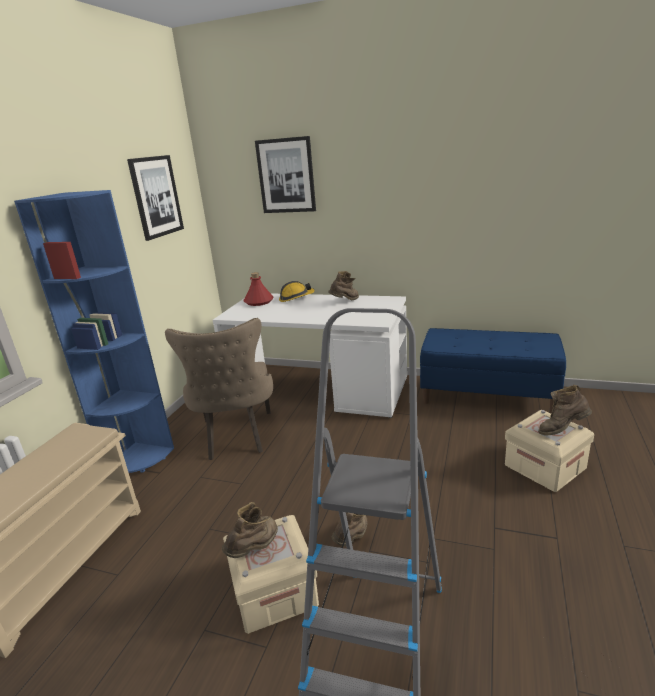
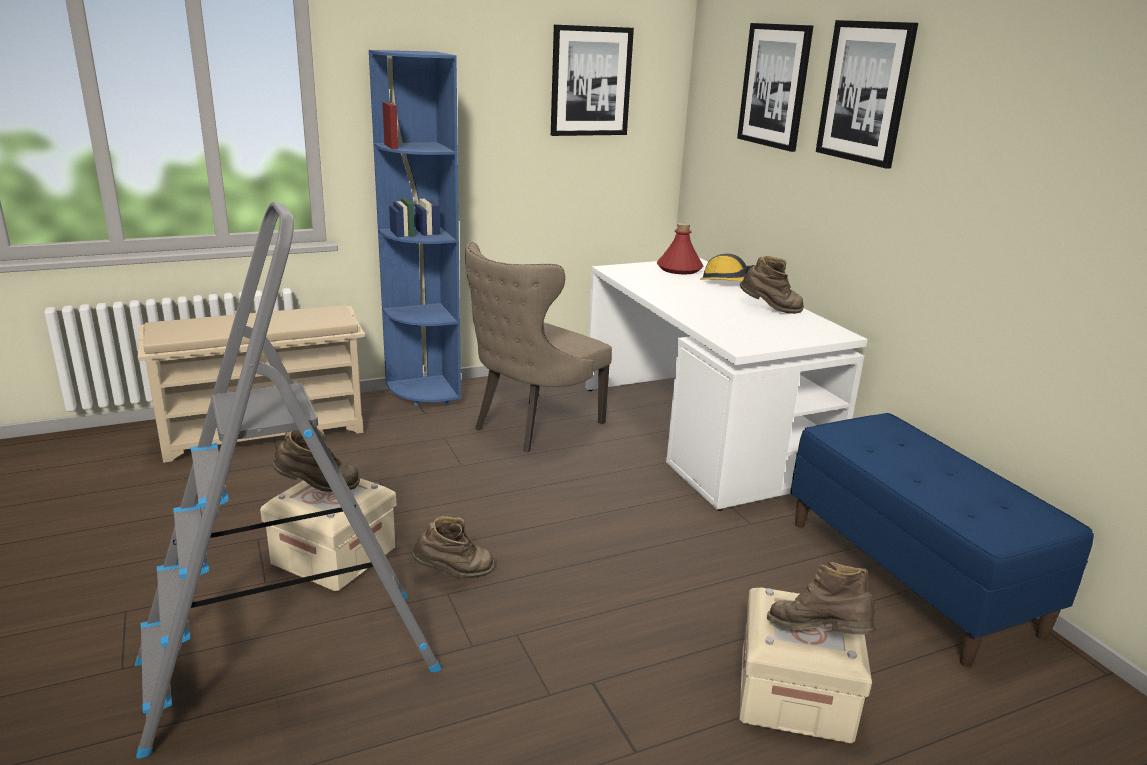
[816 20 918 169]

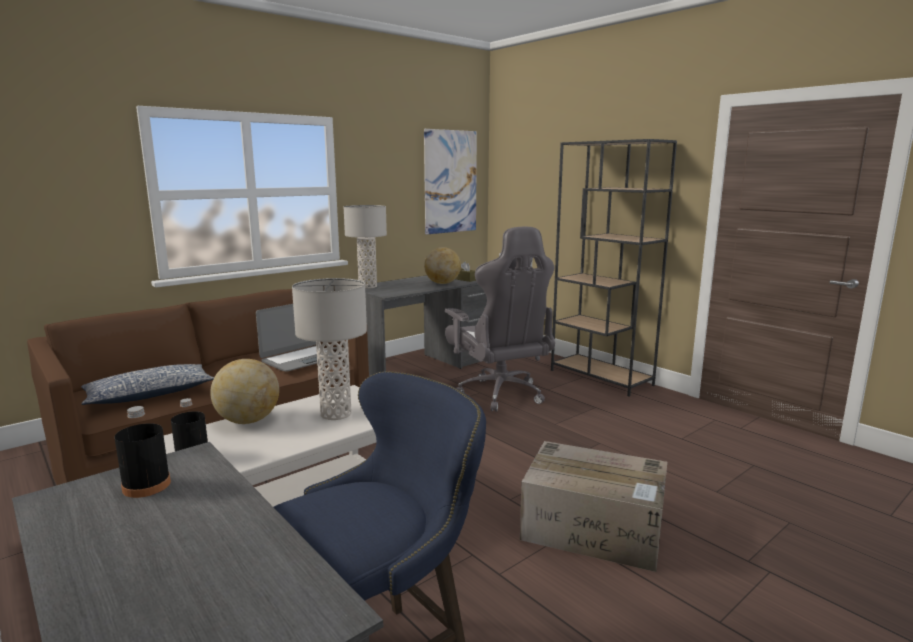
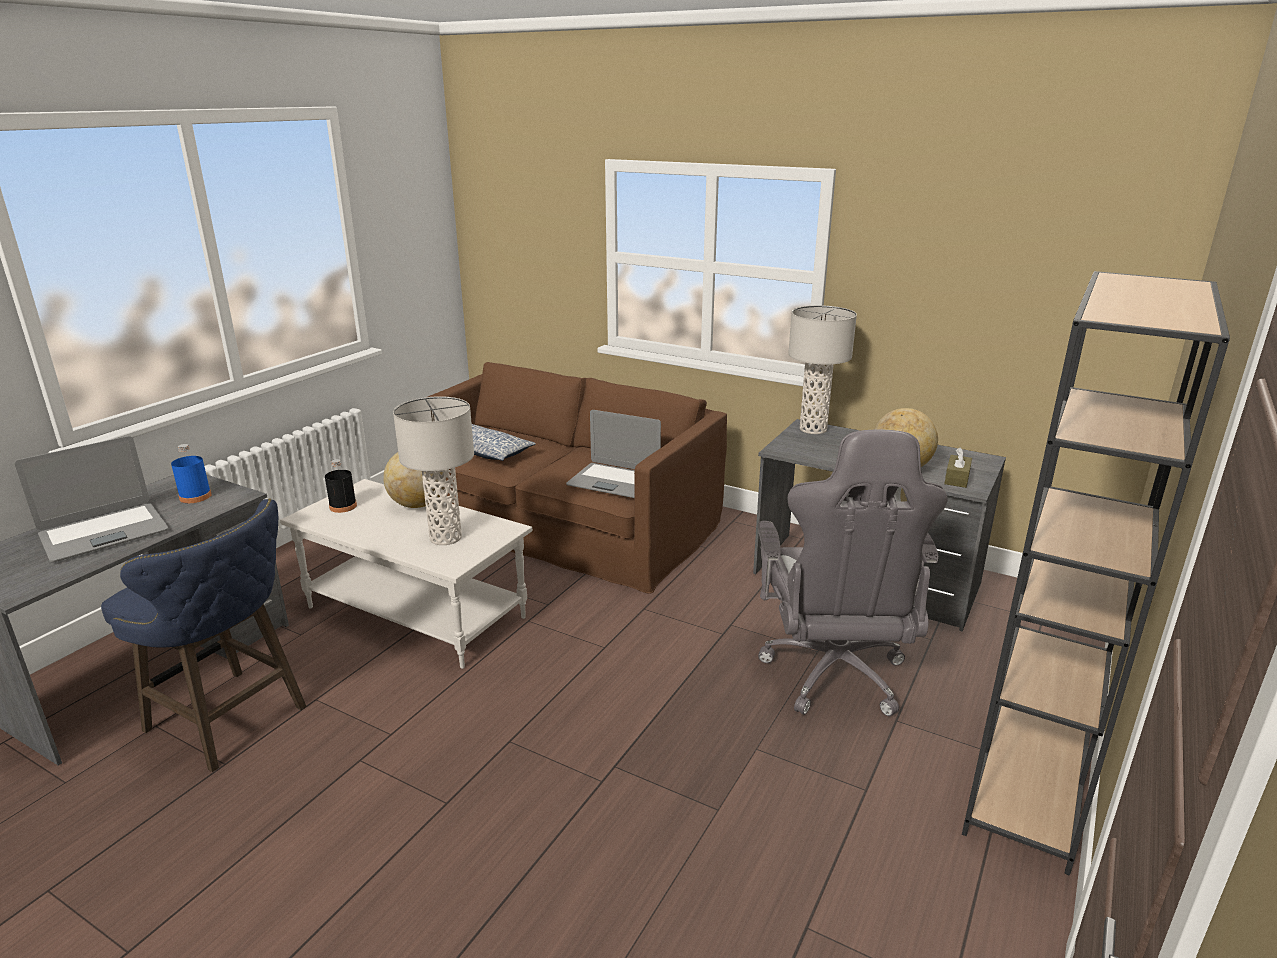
[15 436 169 562]
[171 444 211 503]
[758 430 948 716]
[424 129 477 235] (first image)
[520 441 667 572] (first image)

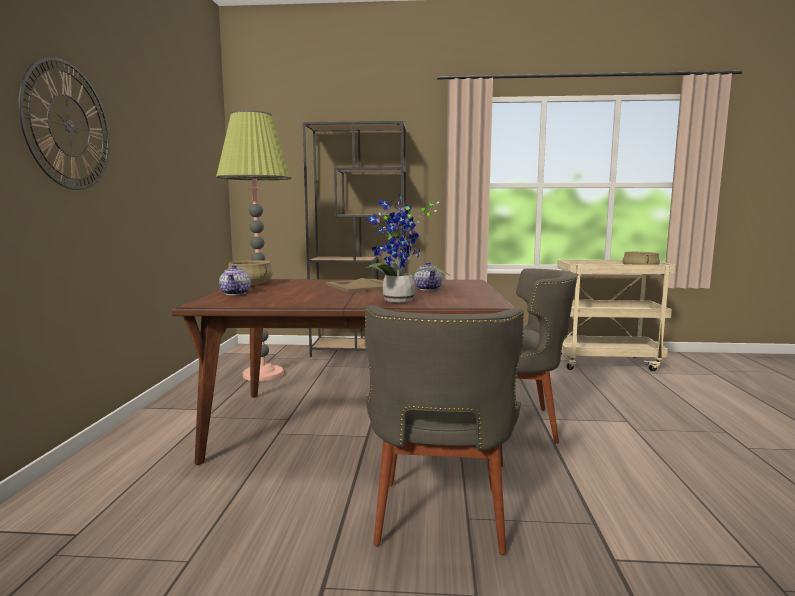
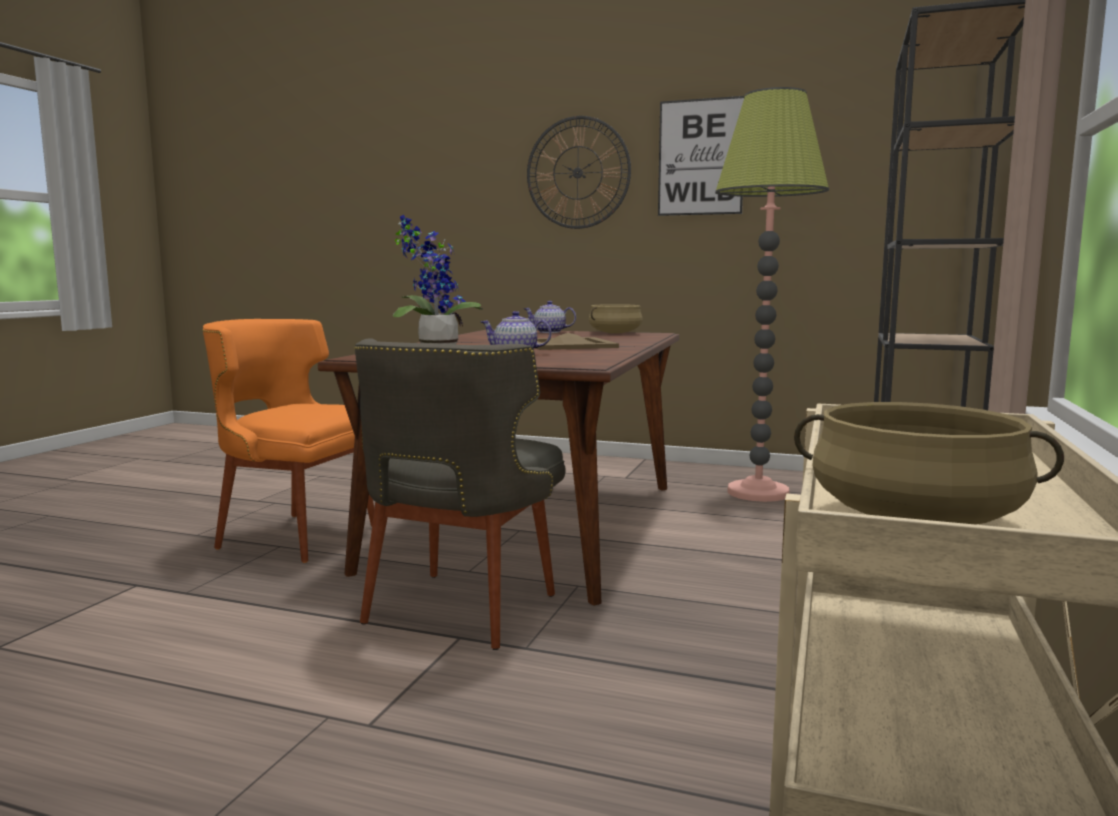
[202 319 374 563]
[658 96 744 216]

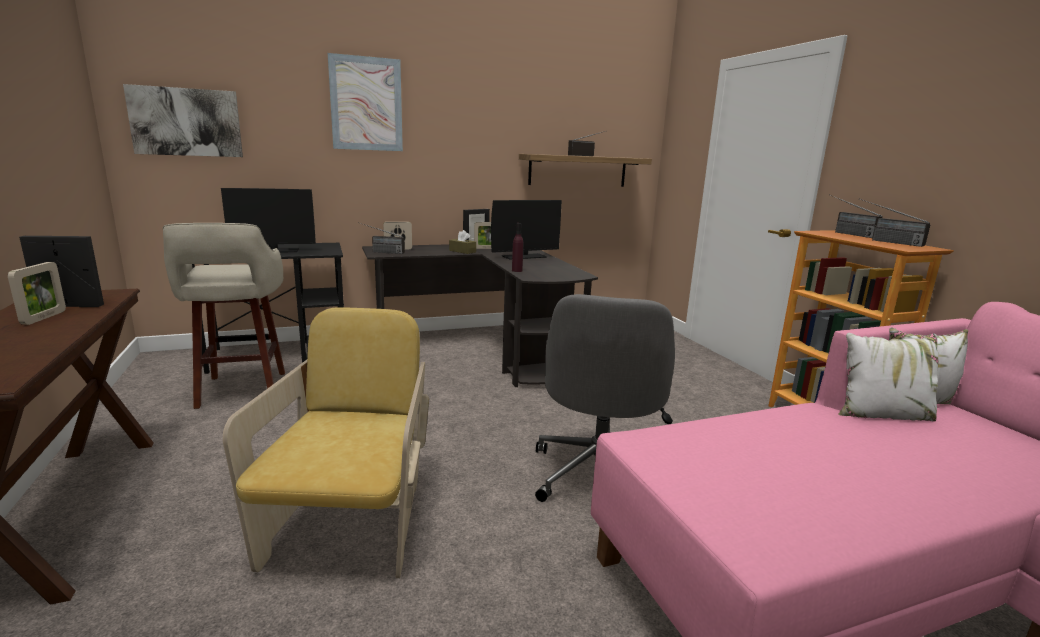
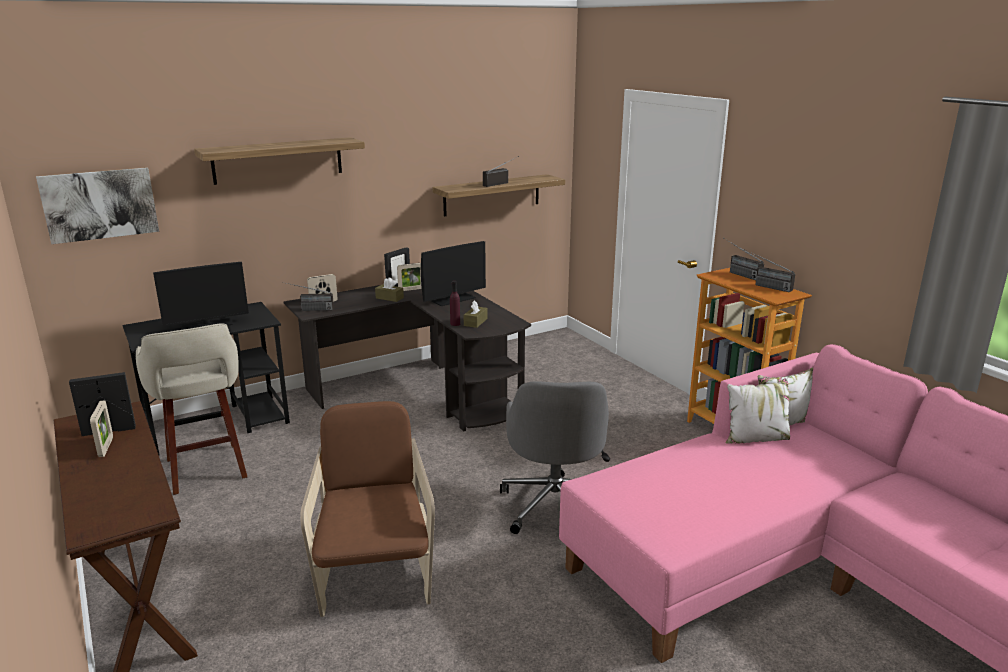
[194 137 365 185]
[300 401 435 617]
[464 300 488 328]

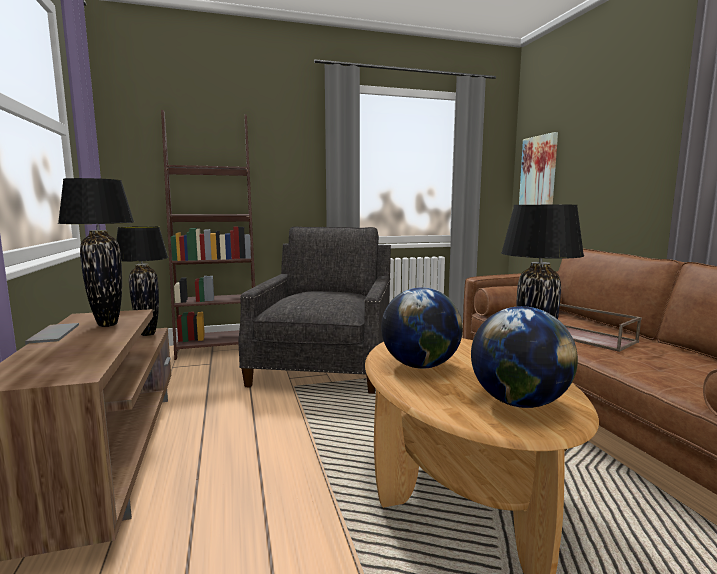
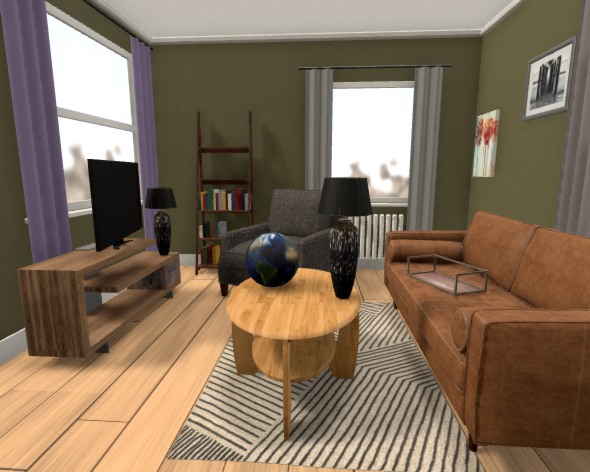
[87 159 143 252]
[521 35 578 122]
[471 306 578 408] (first image)

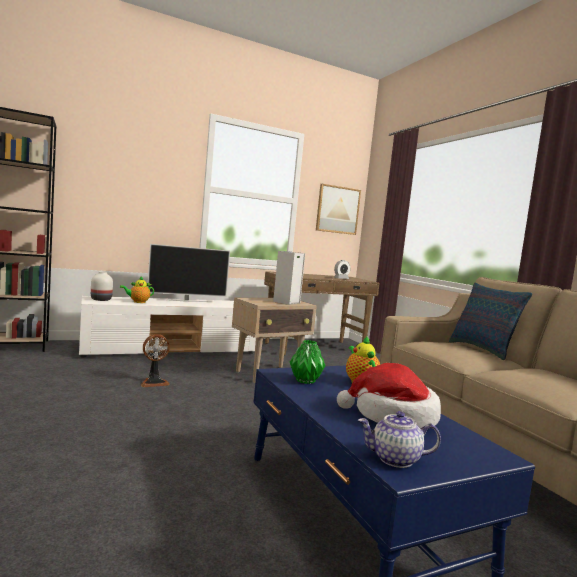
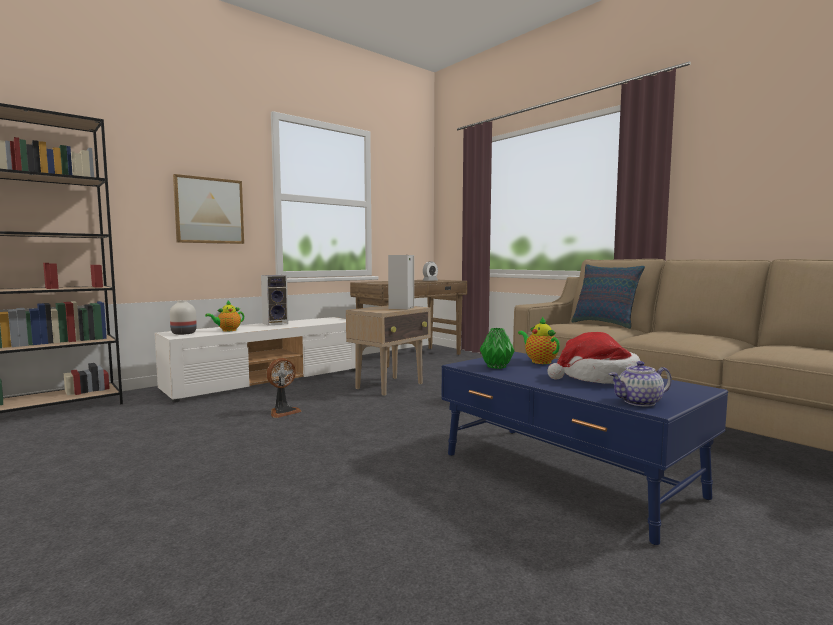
[173 174 244 244]
[261 275 288 326]

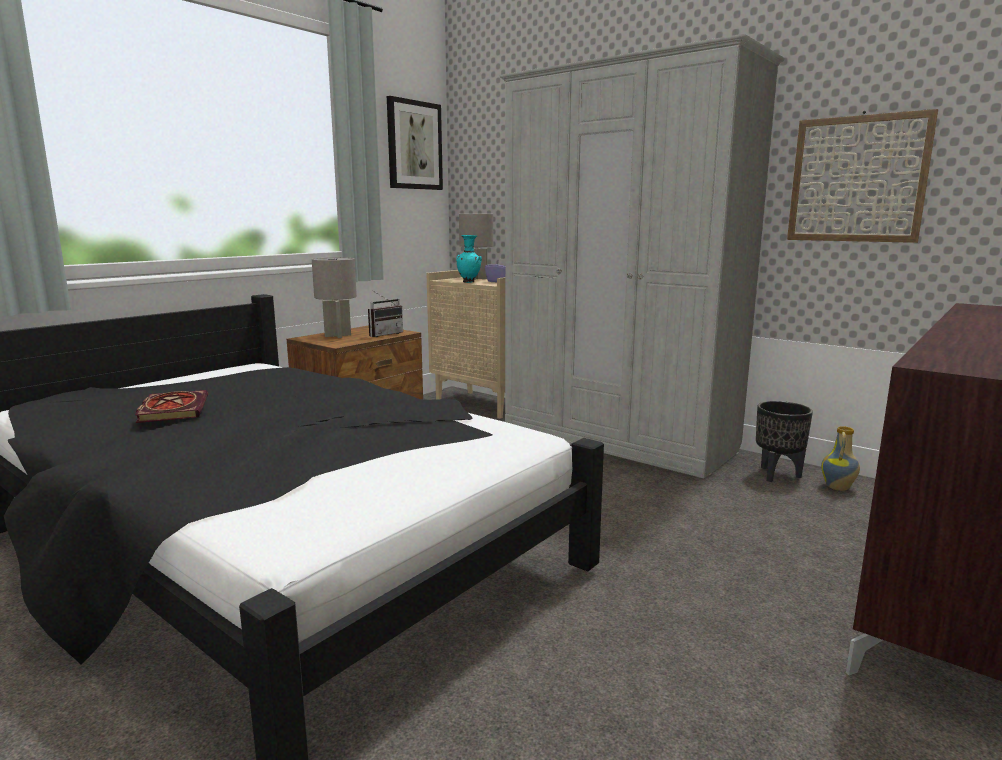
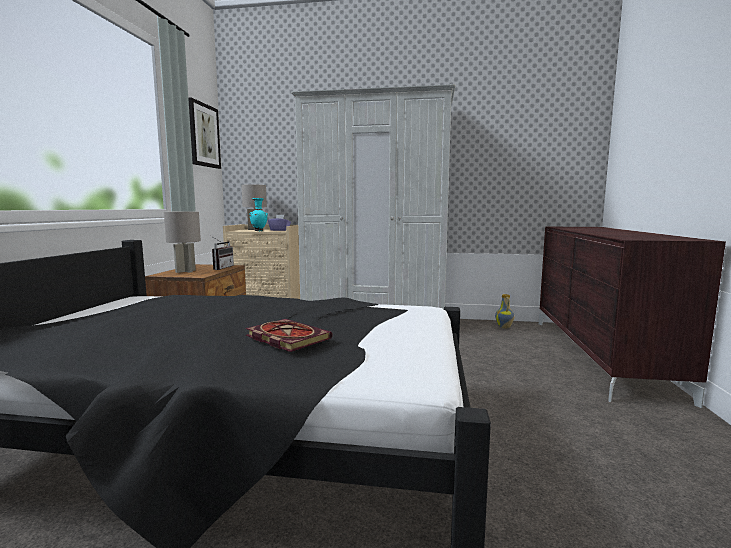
[245 319 332 352]
[756 401 813 482] (first image)
[787 109 938 243] (first image)

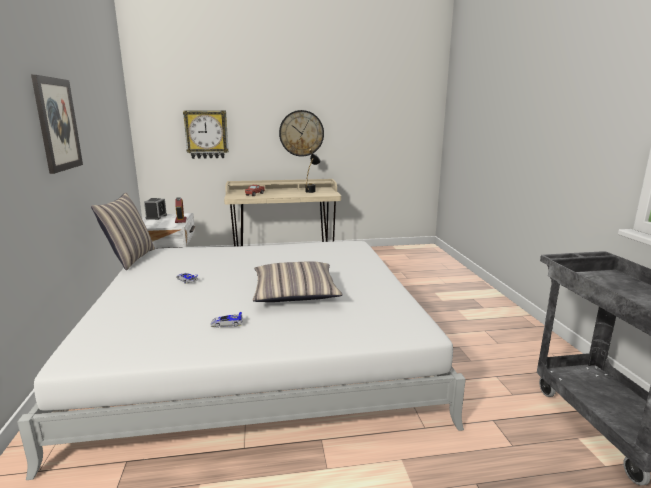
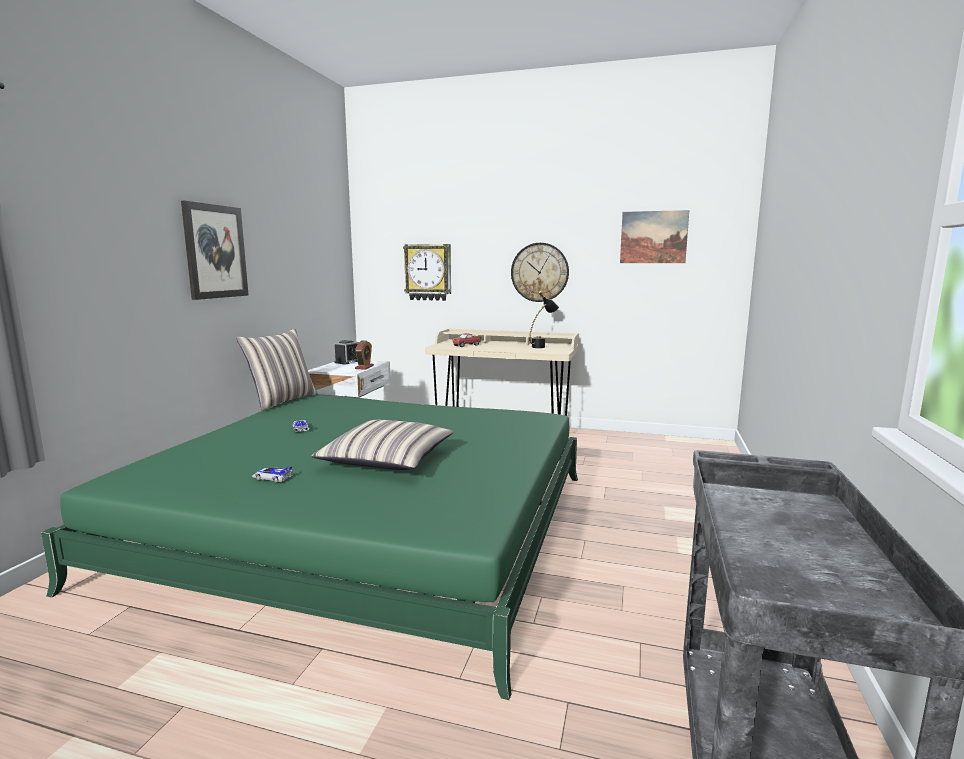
[41 394 578 700]
[620 210 689 263]

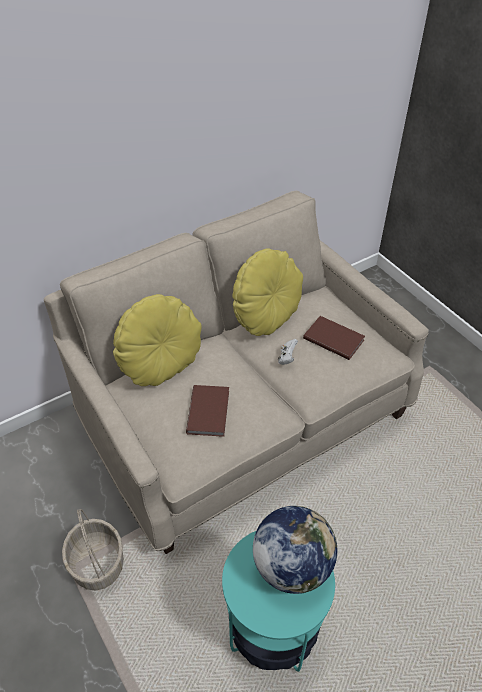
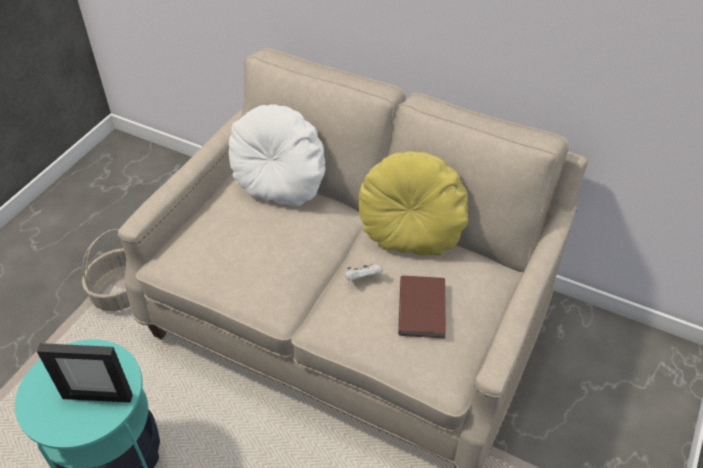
[37 343 133 403]
[229 104 325 207]
[186 385 229 437] (first image)

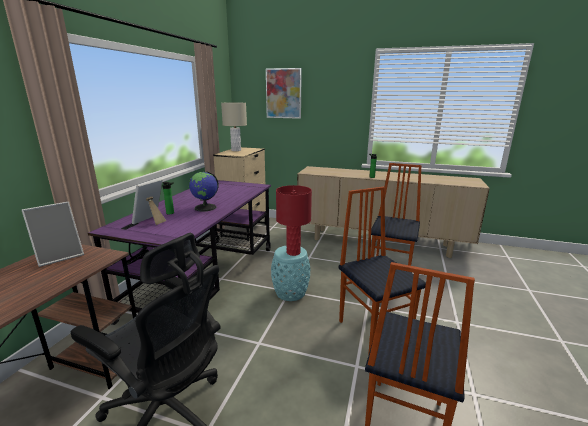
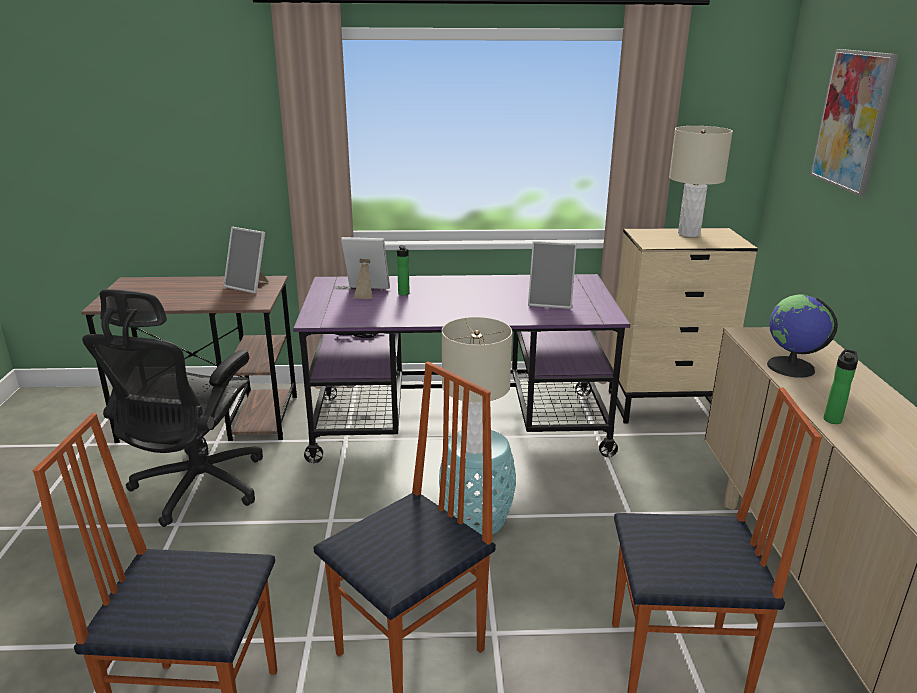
[442 317 512 454]
[528 241 577 309]
[767 295 838 378]

